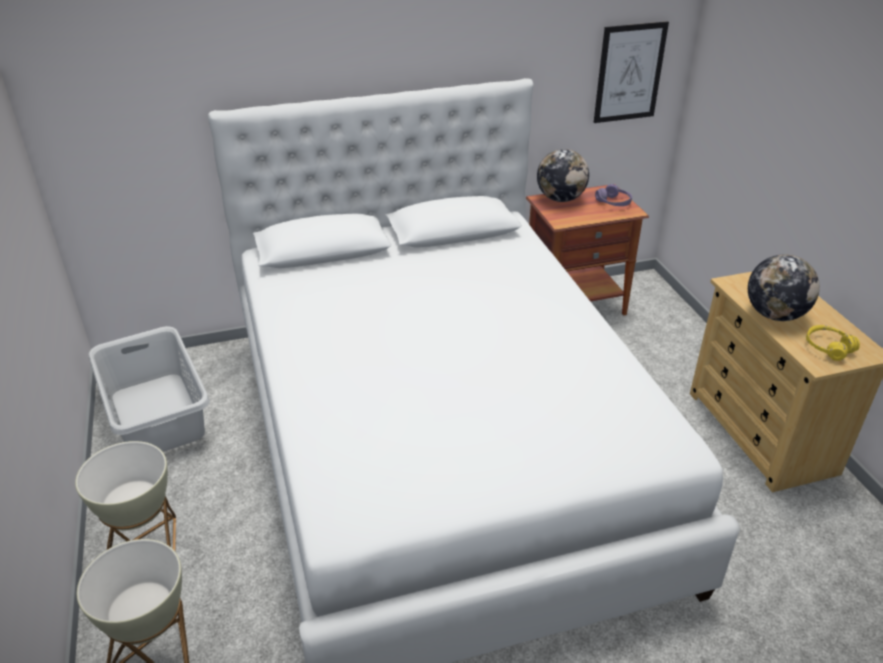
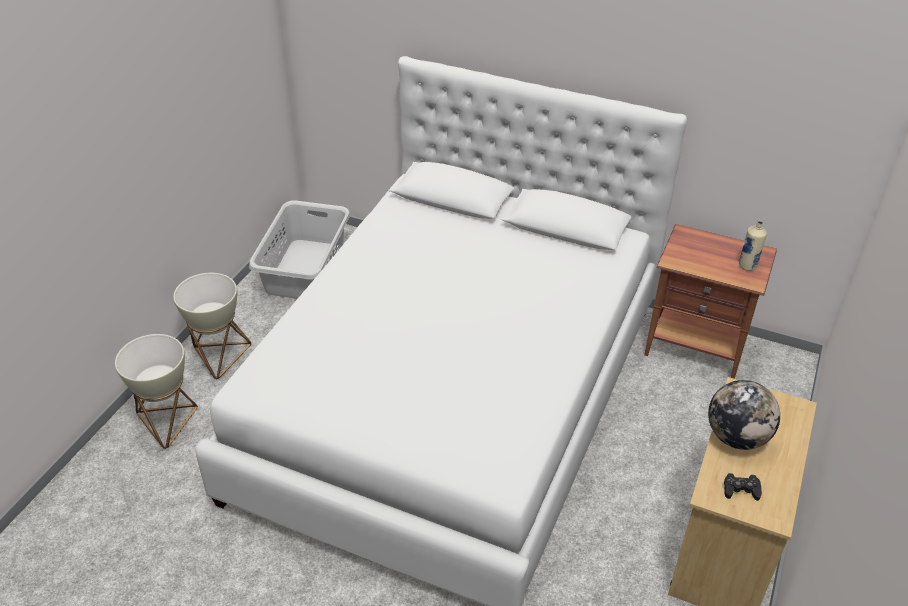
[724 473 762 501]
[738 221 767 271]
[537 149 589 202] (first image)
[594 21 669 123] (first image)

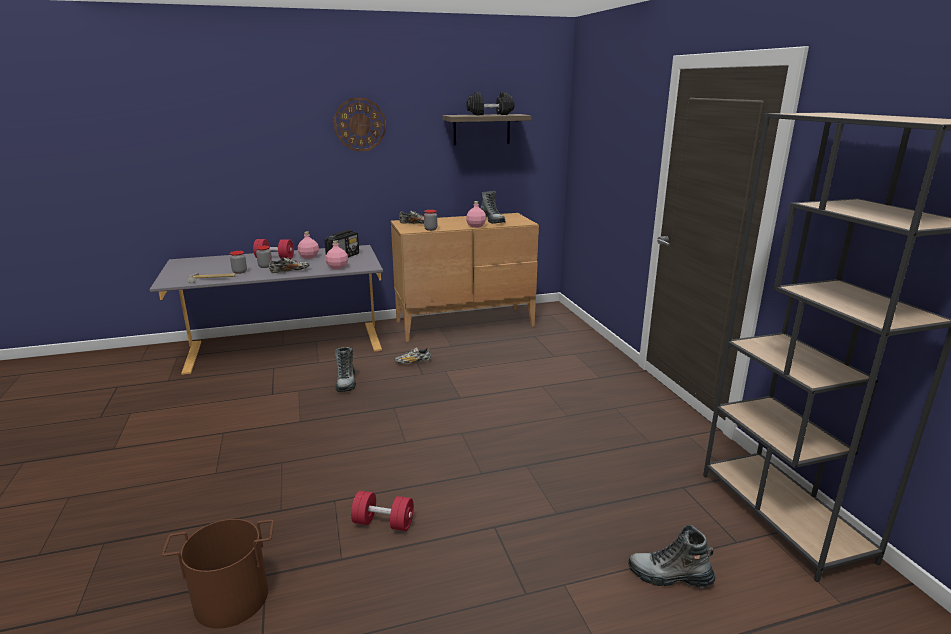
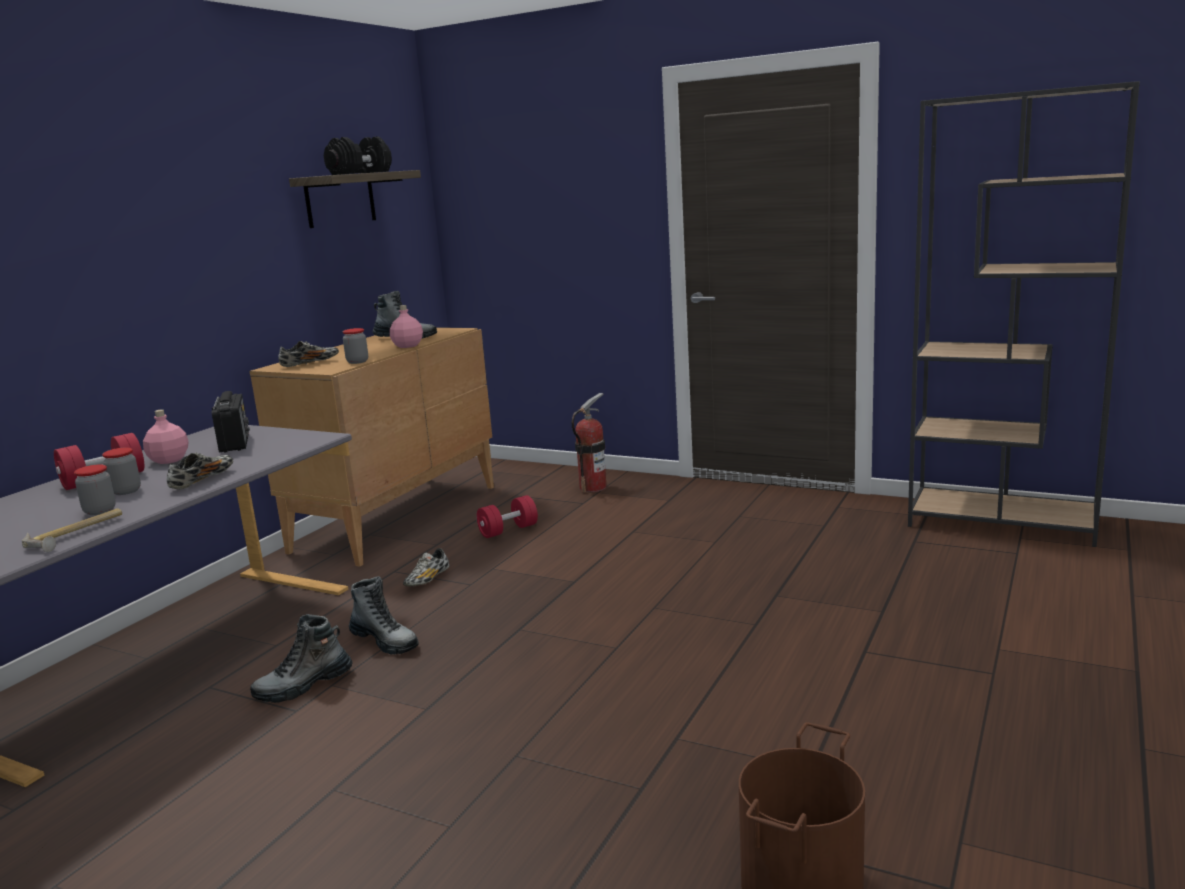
[250 614 353 703]
[477 495 538 538]
[571 393 607 493]
[326 240 348 269] (first image)
[334 98 386 151] (first image)

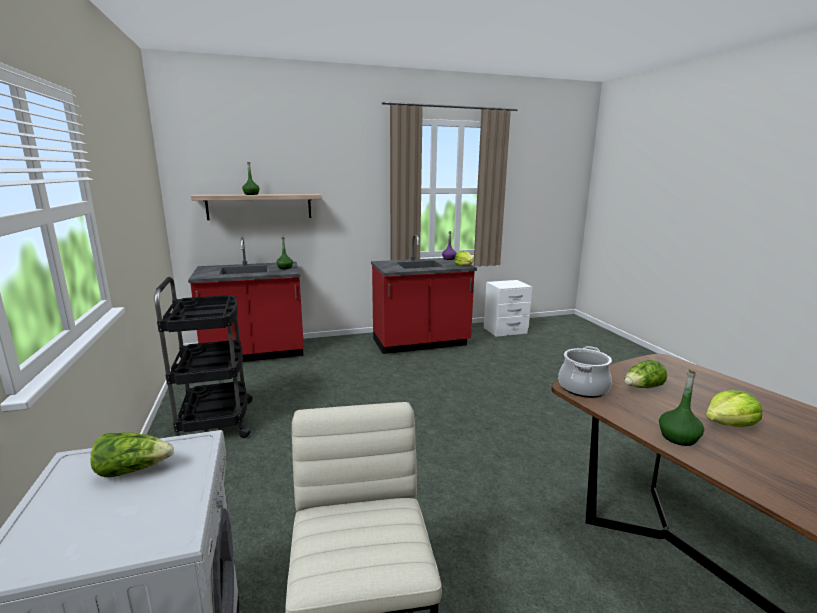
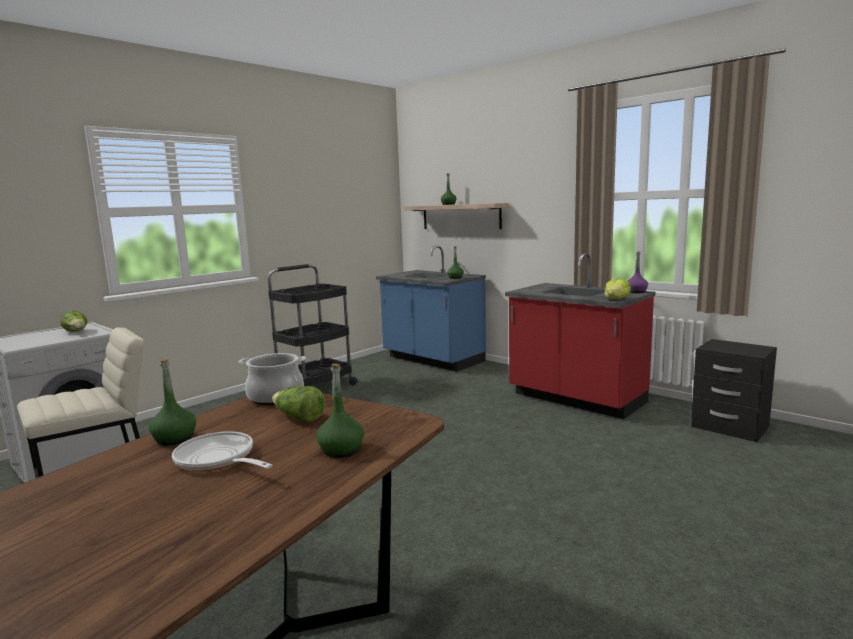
[172 431 273 471]
[316 364 364 458]
[376 246 486 372]
[691 339 777 442]

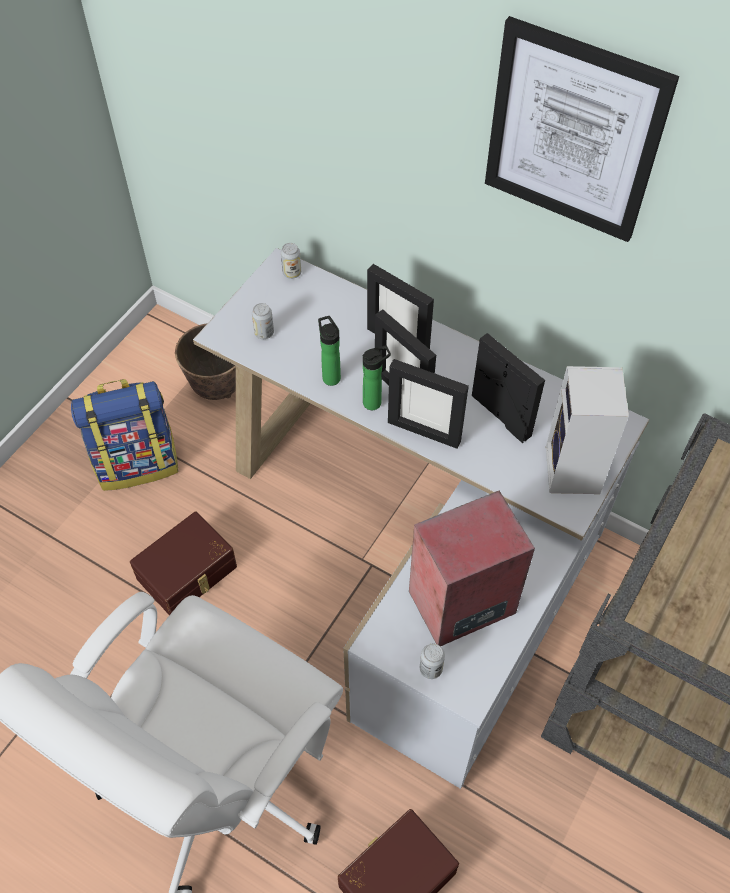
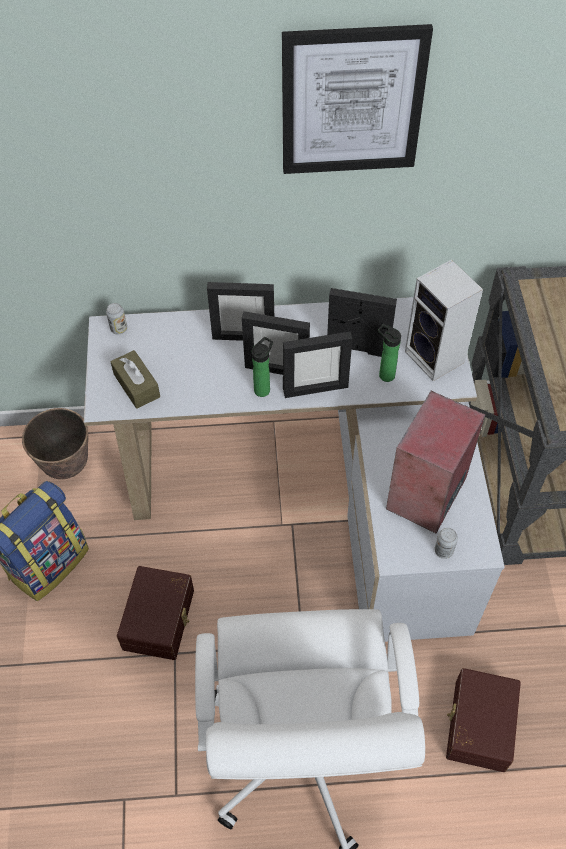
[111 350 160 409]
[378 324 401 382]

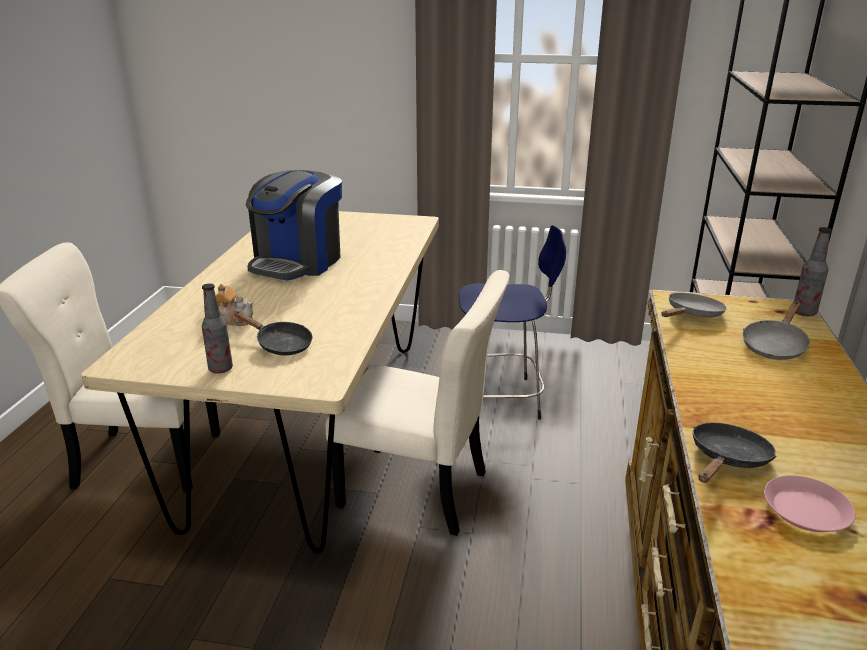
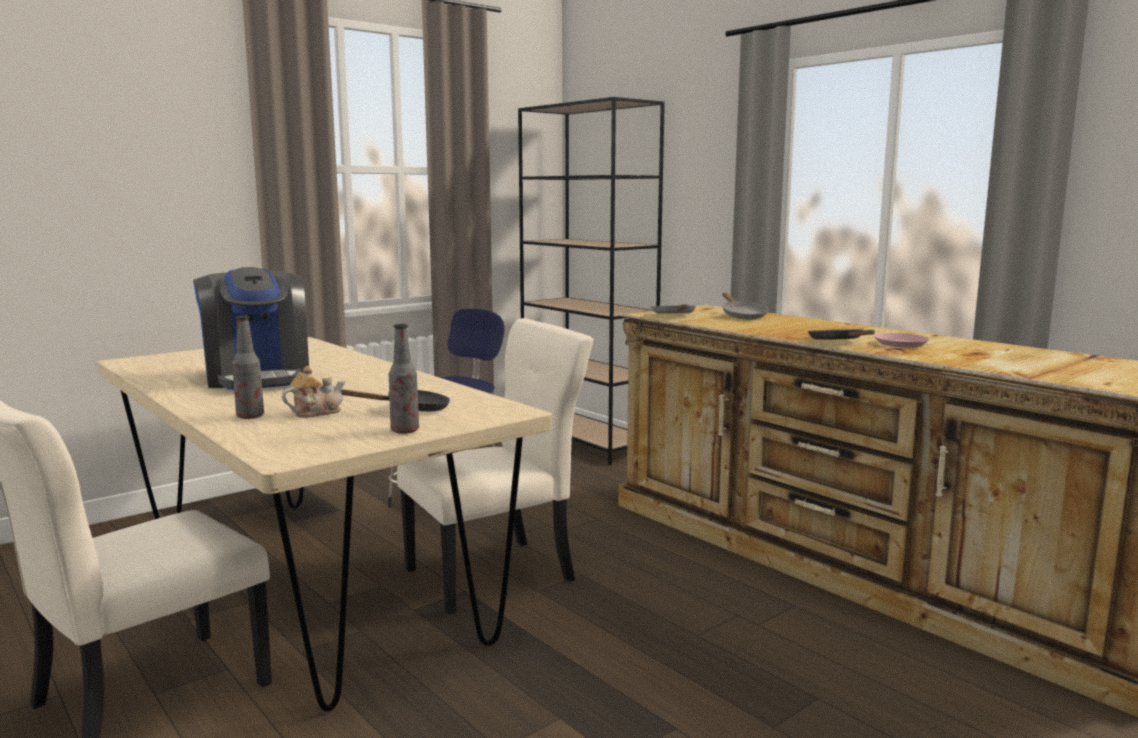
[232 316 264 419]

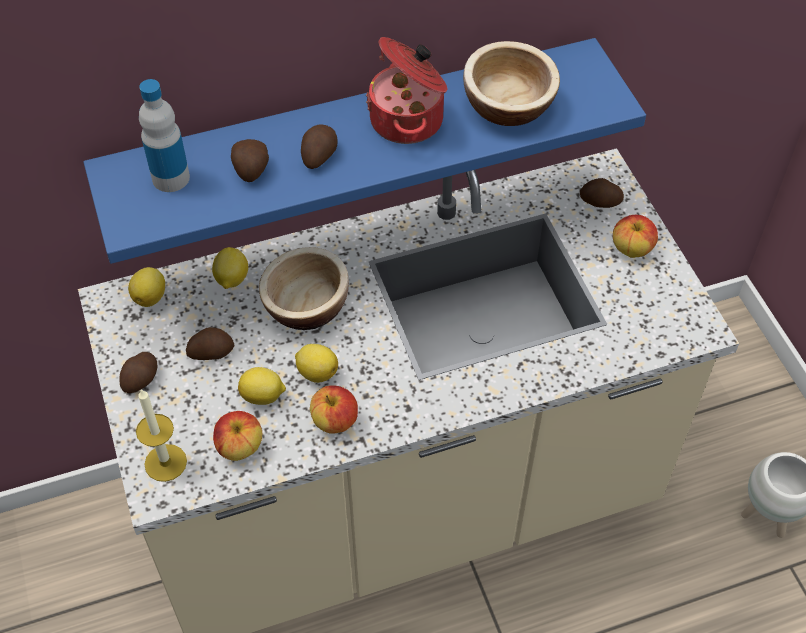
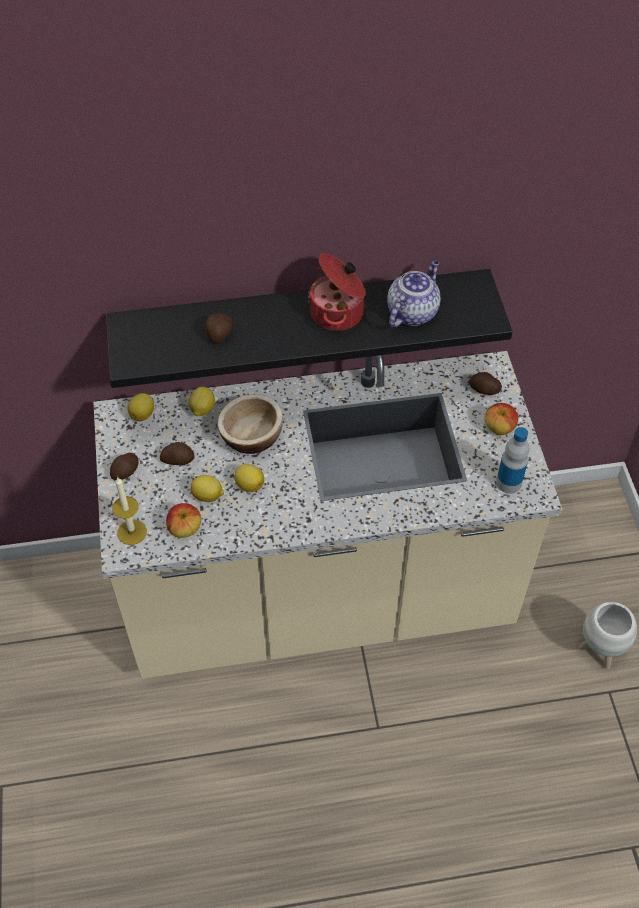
[106 269 513 388]
[387 260 441 328]
[496 427 529 494]
[301 124 337 169] (first image)
[310 385 358 434] (first image)

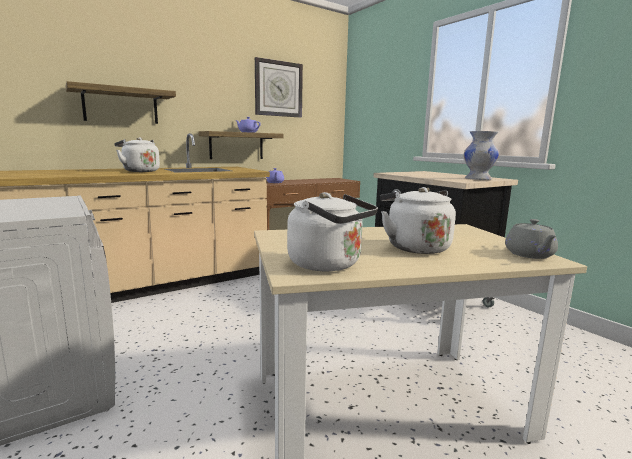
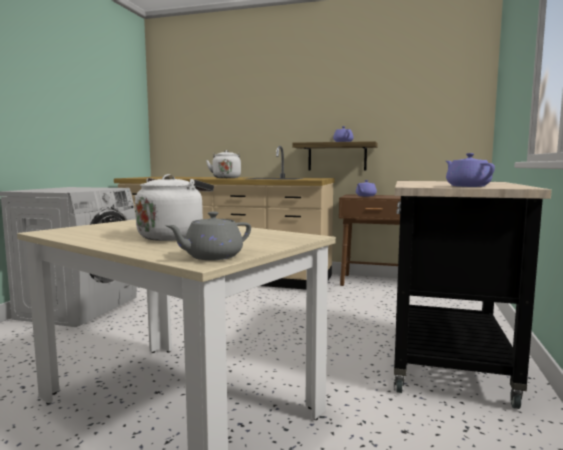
[446 153 495 187]
[66 81 176 124] (first image)
[255 57 303 118] (first image)
[287 192 378 271] (first image)

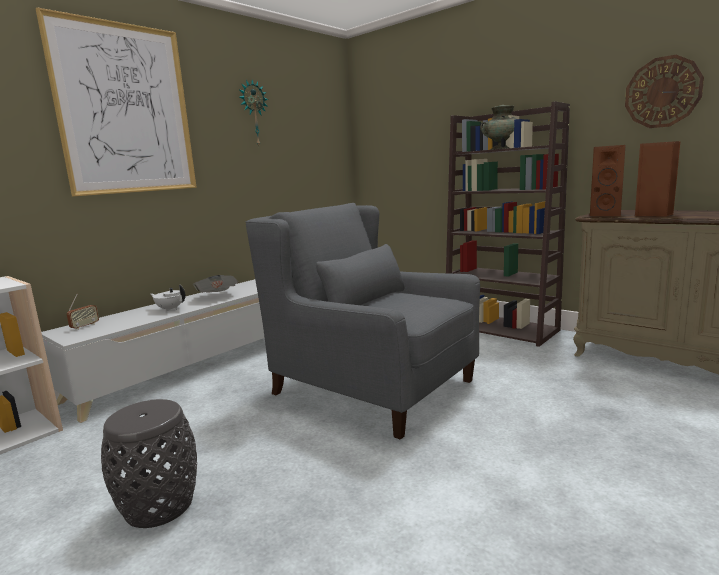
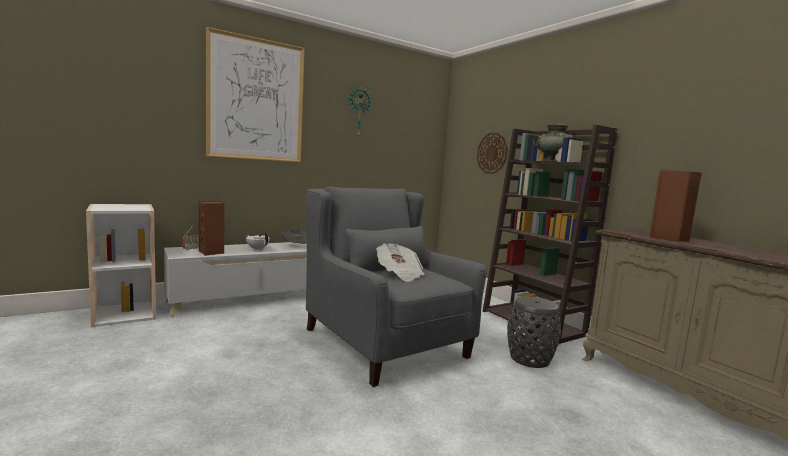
[199 201 224 256]
[376 243 425 282]
[477 133 508 174]
[507 296 561 368]

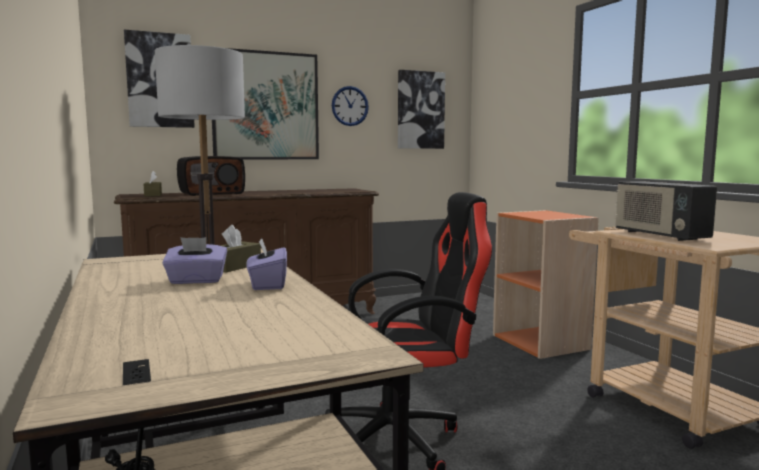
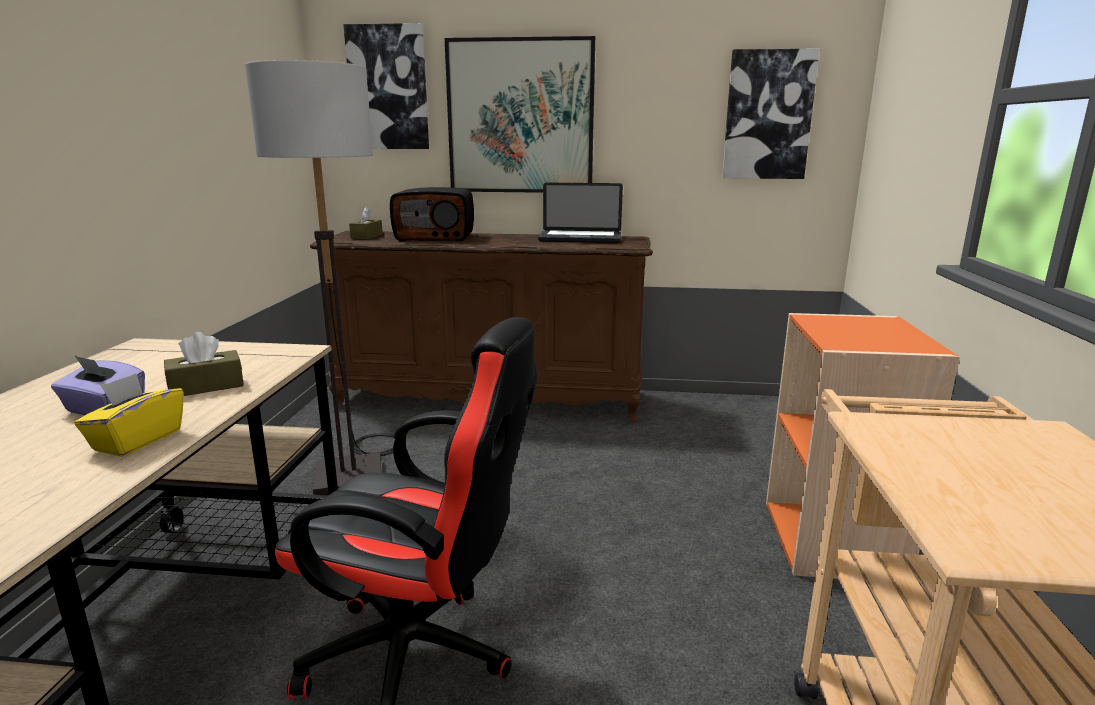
[74 373 184 457]
[538 183 623 243]
[332 86 369 126] (first image)
[614 181 717 241] (first image)

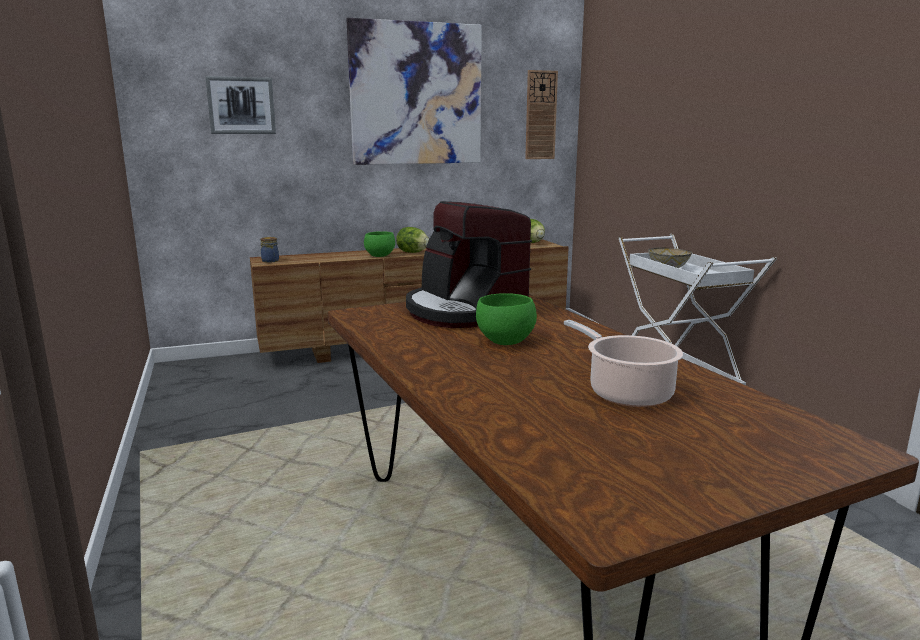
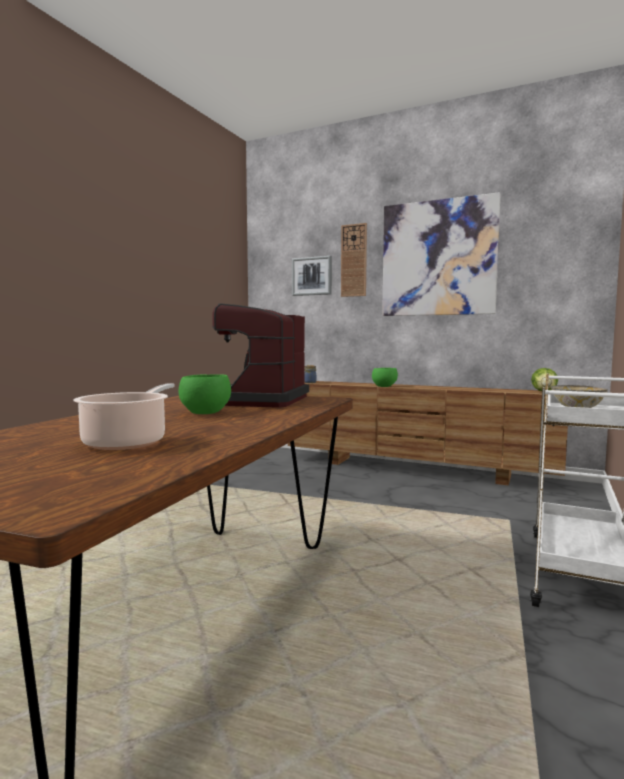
[341 223 367 297]
[396 227 429 253] (first image)

